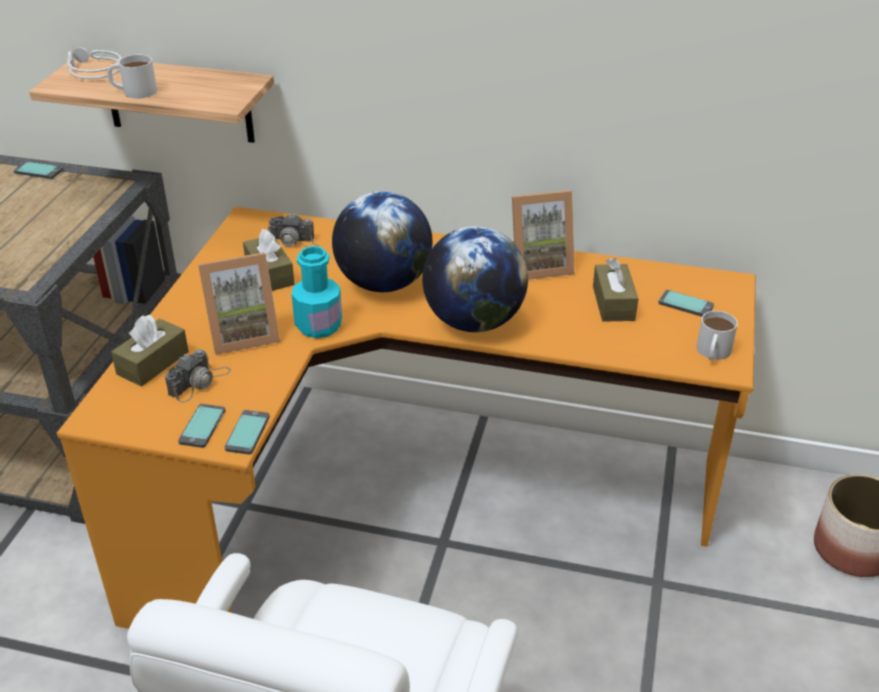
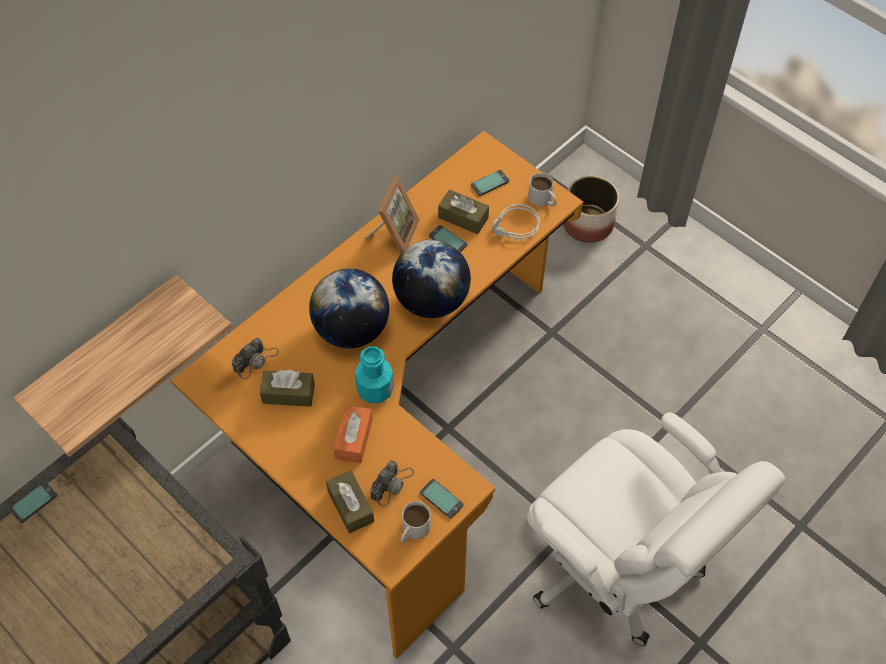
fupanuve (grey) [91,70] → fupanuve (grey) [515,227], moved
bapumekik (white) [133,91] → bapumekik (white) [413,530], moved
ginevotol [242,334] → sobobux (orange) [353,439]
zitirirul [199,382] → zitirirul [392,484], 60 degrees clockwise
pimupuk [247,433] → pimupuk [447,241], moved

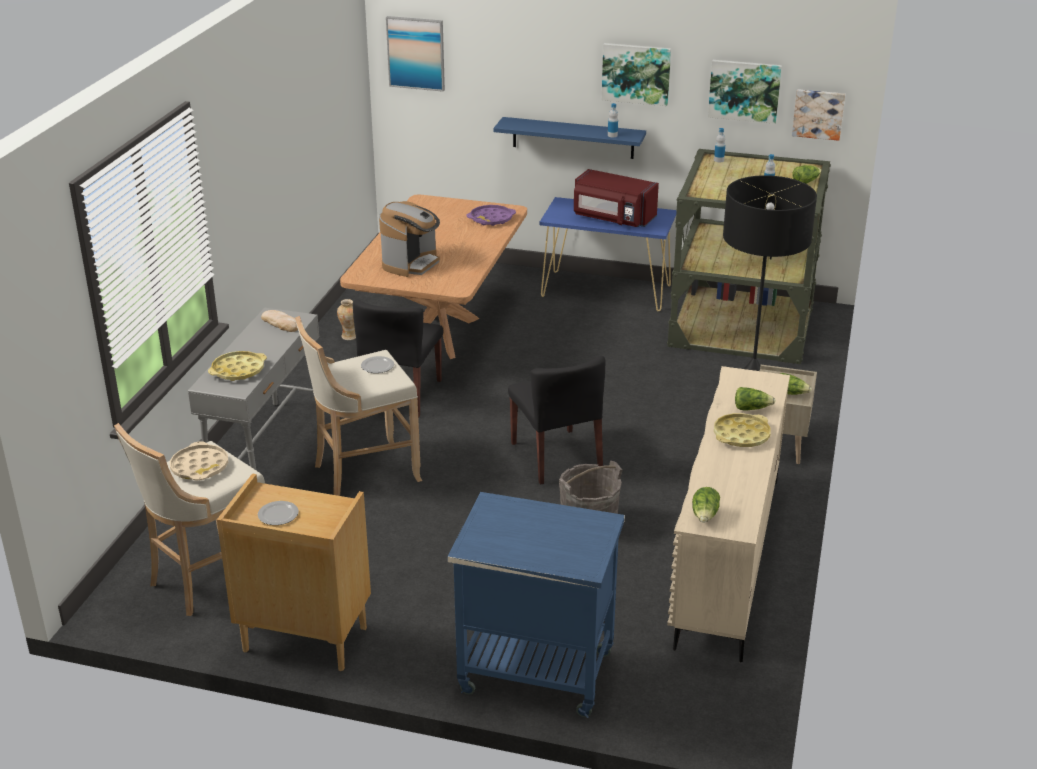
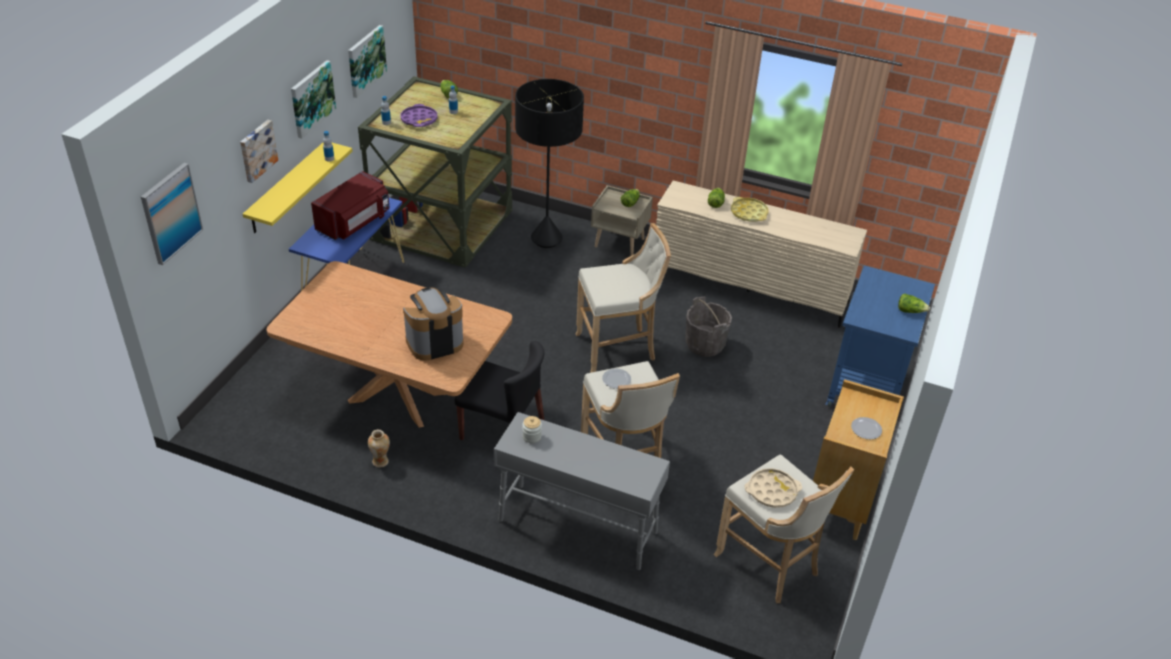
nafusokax [818,114] → nafusokax [257,150], moved
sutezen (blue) [573,138] → sutezen (yellow) [287,188]
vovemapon [411,264] → vovemapon [434,342], 60 degrees counterclockwise
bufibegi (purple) [491,219] → bufibegi (purple) [419,119], moved
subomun [281,323] → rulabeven [532,436]
bufibegi (yellow) [238,370] → -
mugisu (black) [556,457] → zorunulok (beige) [618,349]
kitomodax [705,516] → kitomodax [910,311], moved

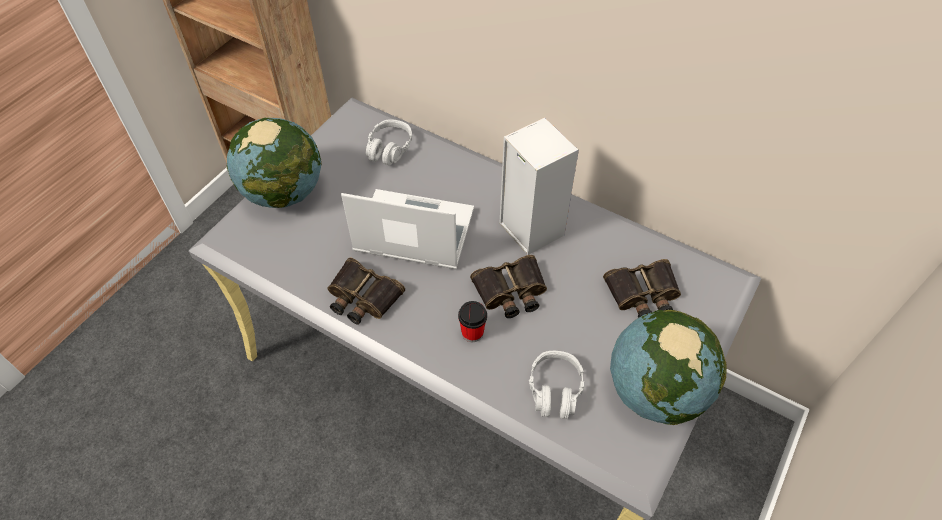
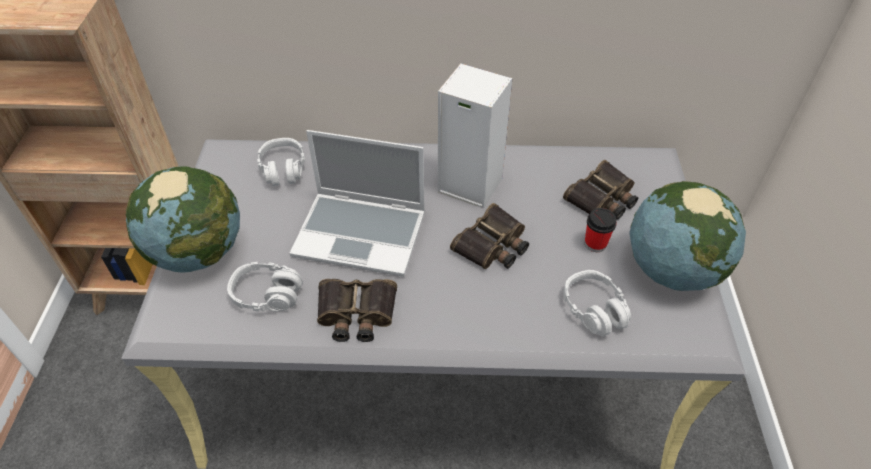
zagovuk [412,232] → zagovuk [362,234], 150 degrees counterclockwise
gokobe [472,333] → gokobe [595,244], moved
- → fupanuve (grey) [267,294]

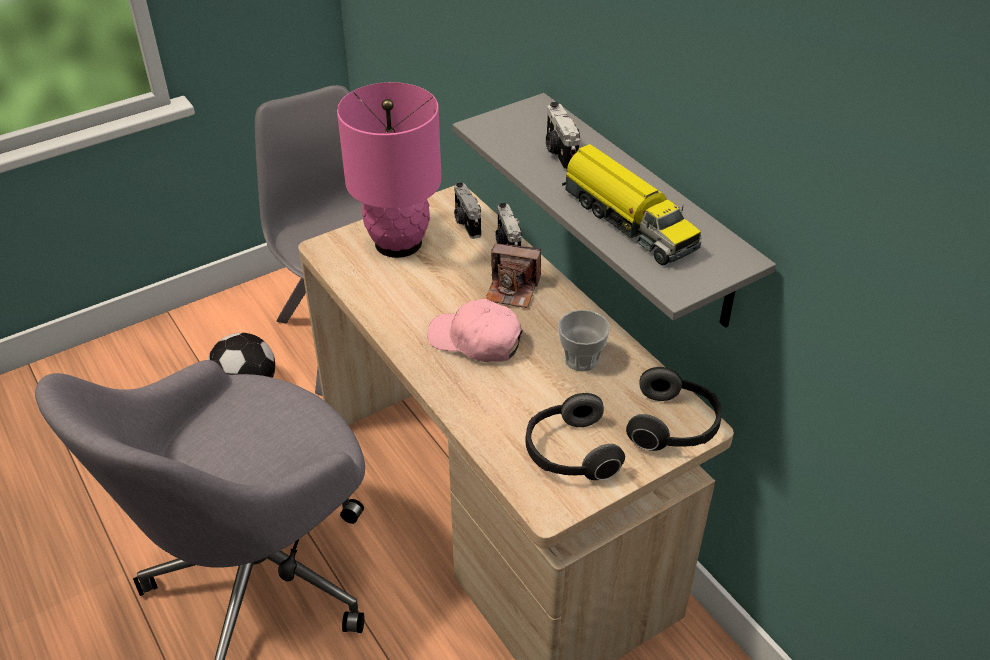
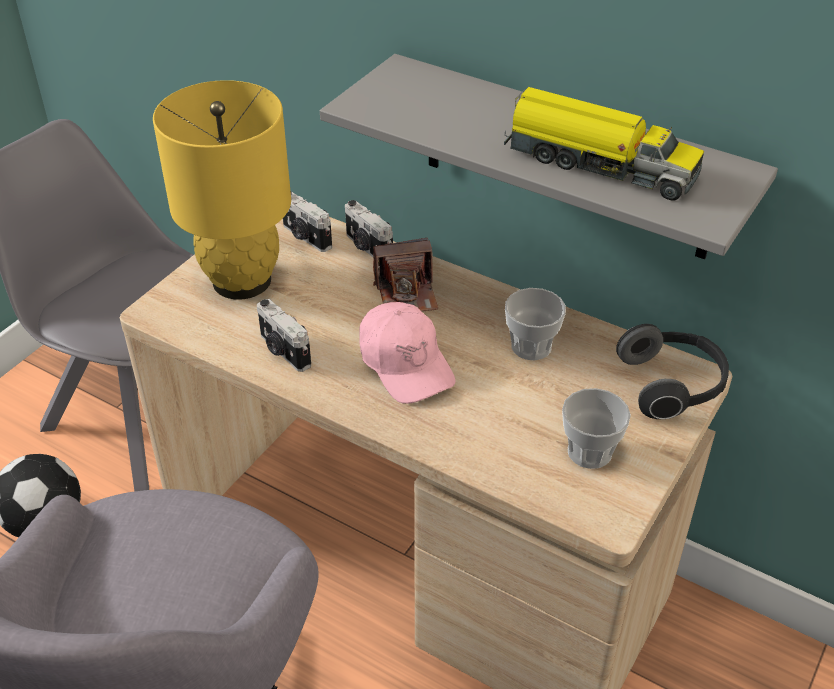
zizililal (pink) [398,242] → zizililal (yellow) [241,280]
zitirirul [559,153] → zitirirul [283,351], moved
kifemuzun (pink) [476,341] → kifemuzun (pink) [405,363], 120 degrees counterclockwise
fupanuve [569,454] → gokobe [589,452]

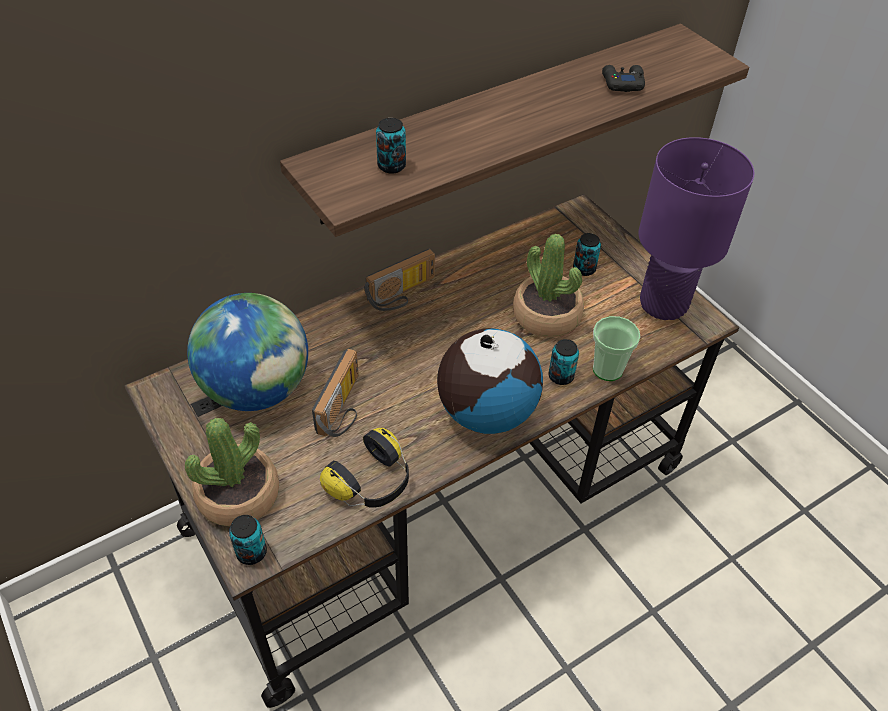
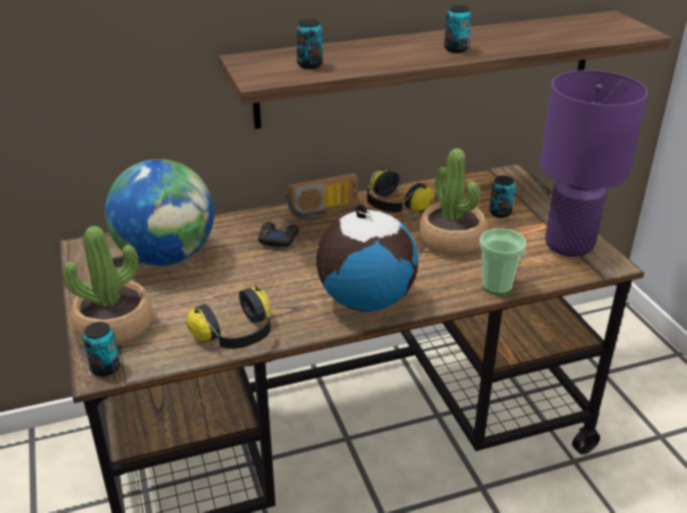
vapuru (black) [622,83] → vapuru (black) [278,239], moved
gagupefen [561,376] → gagupefen [456,49], moved
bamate [344,408] → -
- → fupanuve [394,207]

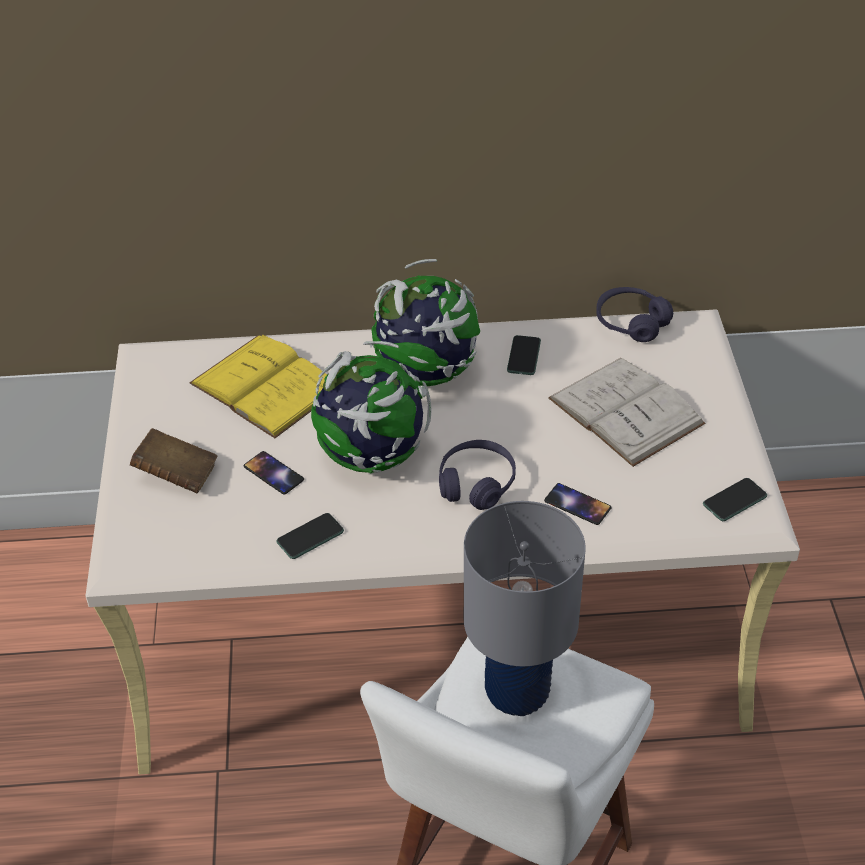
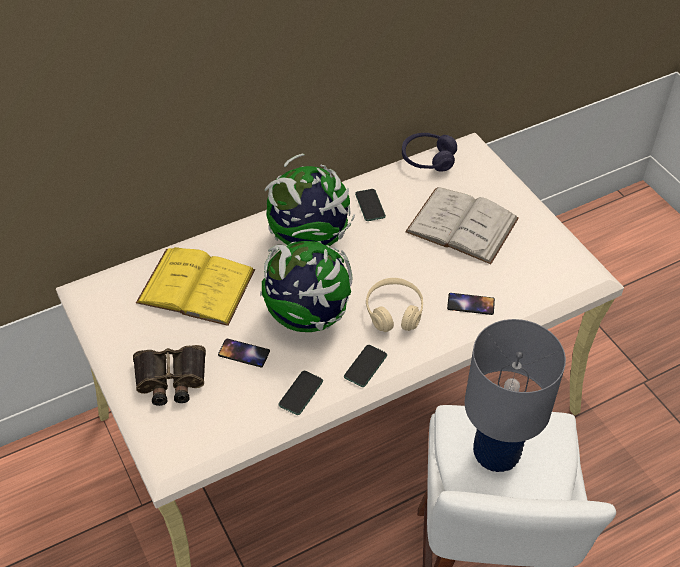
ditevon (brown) [177,475] → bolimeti [170,380]
fupanuve (purple) [476,483] → fupanuve (beige) [394,312]
pimupuk [734,500] → pimupuk [365,366], moved

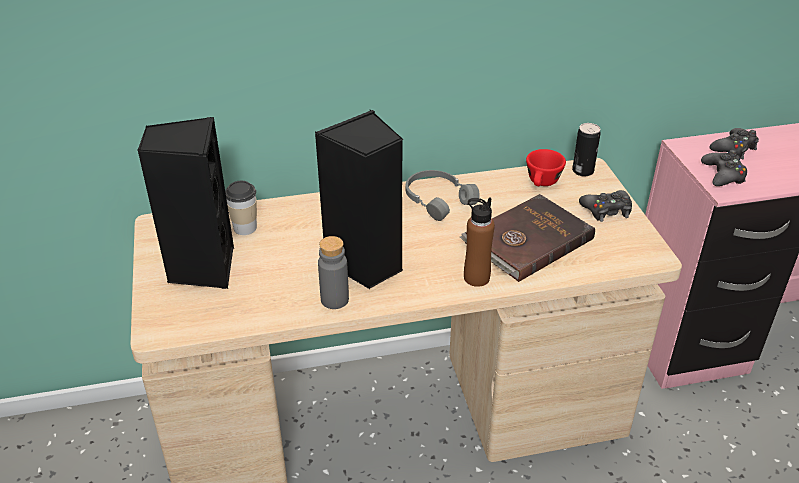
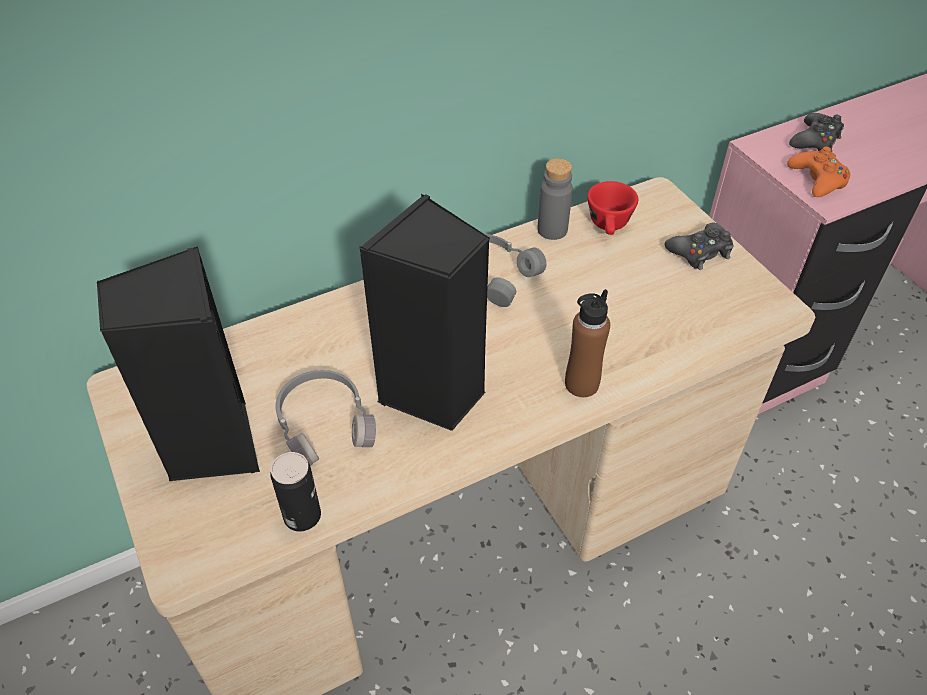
gagupefen [583,171] → gagupefen [302,516], moved
vapuru (black) [723,175] → vapuru (orange) [817,180]
gokobe [245,228] → -
ditevon (brown) [526,240] → -
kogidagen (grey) [334,300] → kogidagen (grey) [552,230], moved
- → fupanuve (grey) [325,423]

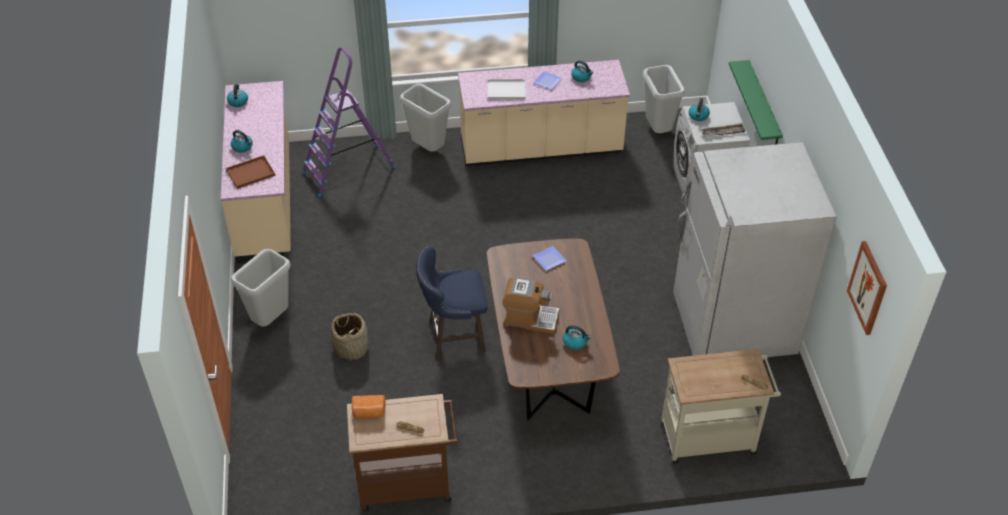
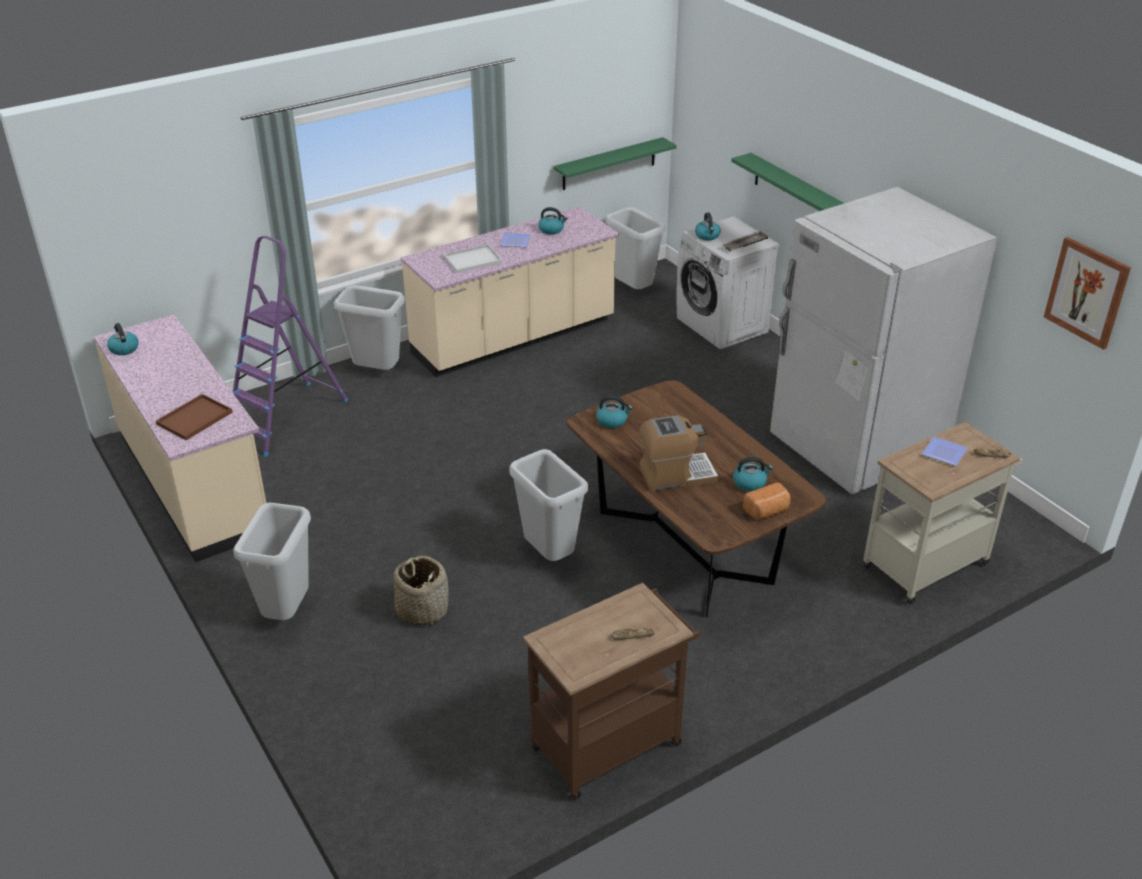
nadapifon [242,147] → nadapifon [612,421], moved
zorunulok (blue) [453,337] → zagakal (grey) [548,556]
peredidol [548,259] → peredidol [942,453], moved
subomun [369,413] → subomun [767,511], moved
- → sutezen (green) [609,164]

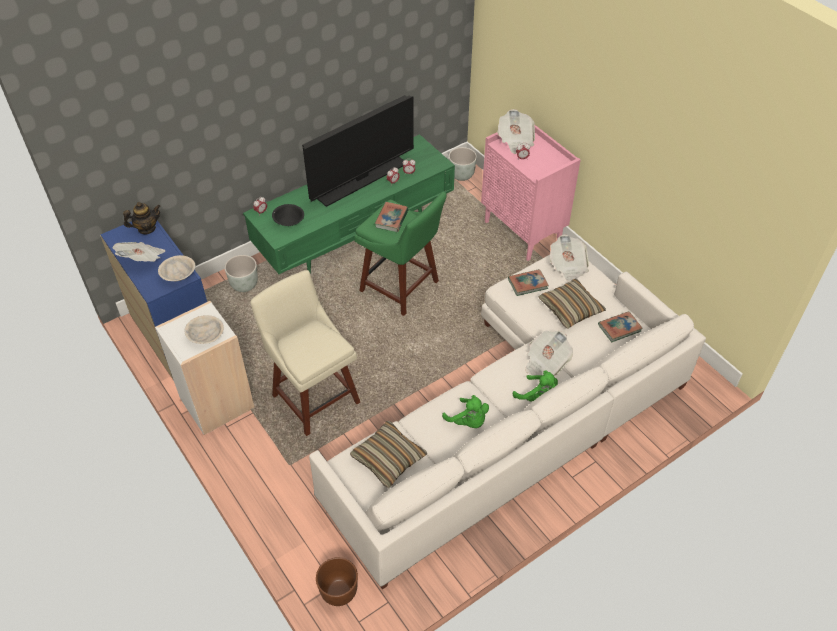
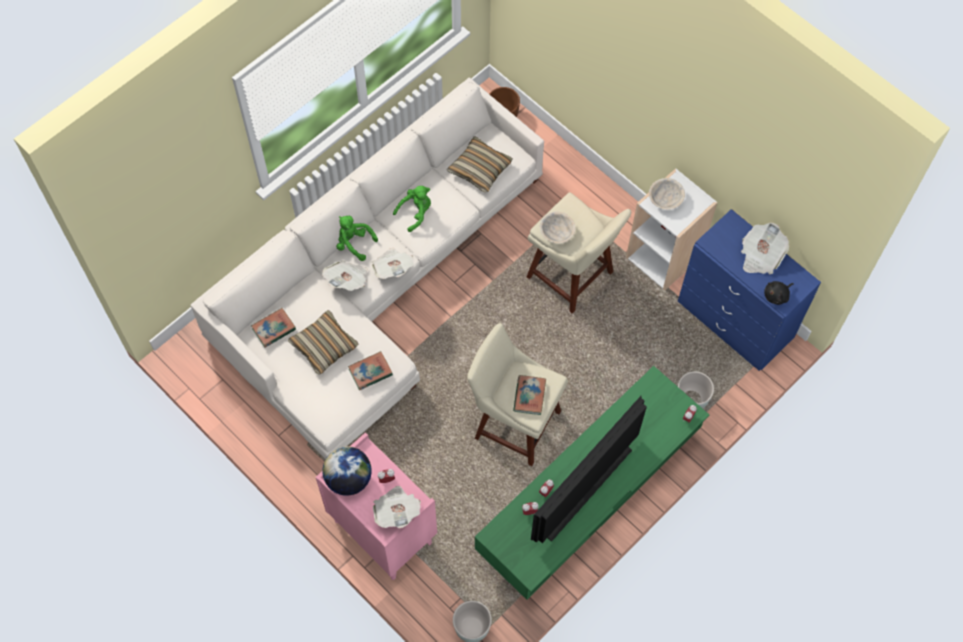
zorunulok (green) [402,288] → zorunulok (beige) [514,422]
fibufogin [146,228] → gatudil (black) [777,295]
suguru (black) [288,221] → -
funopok [568,266] → funopok [393,268], moved
suguru (beige) [178,275] → suguru (beige) [557,232], moved
gatudil (green) [468,421] → gatudil (green) [416,212], 105 degrees clockwise
- → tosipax [348,479]

